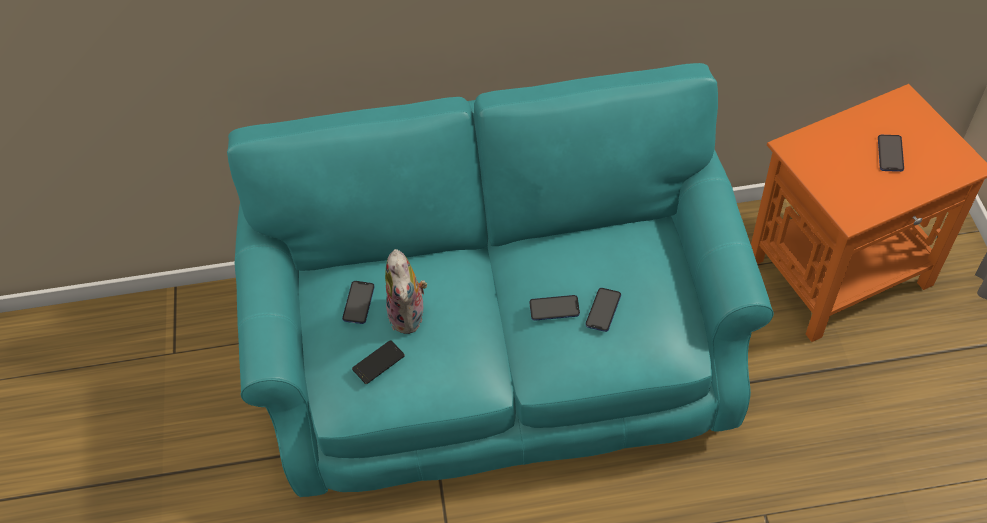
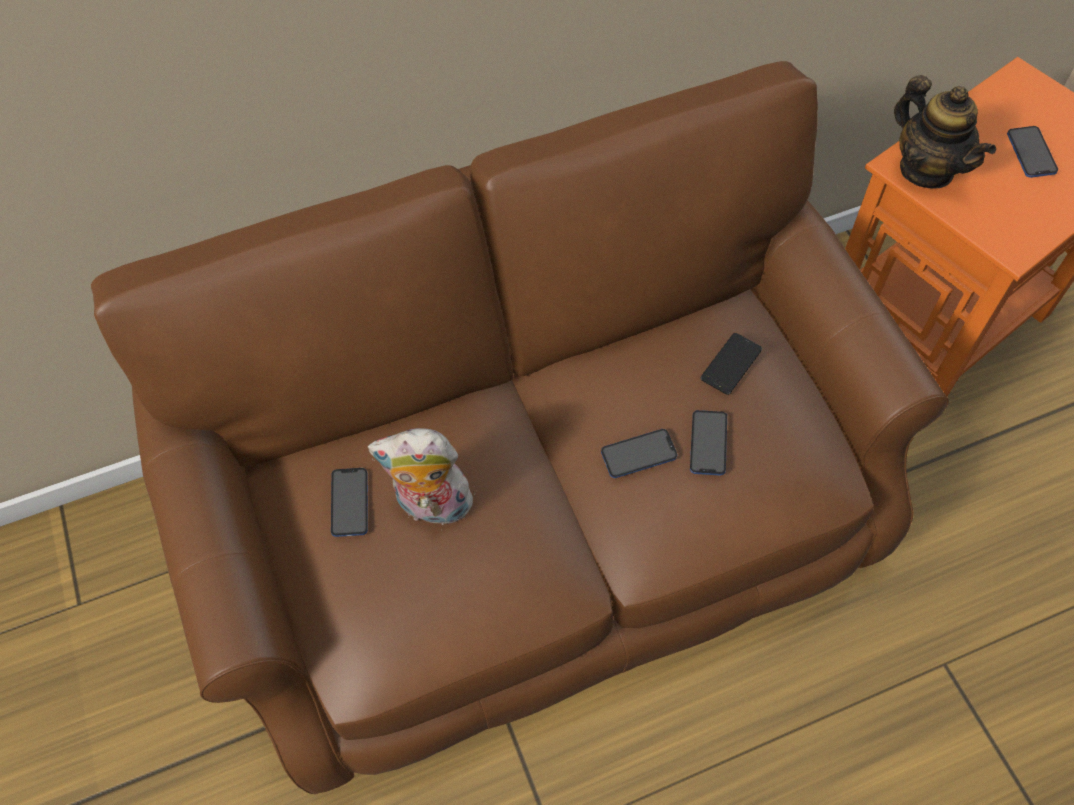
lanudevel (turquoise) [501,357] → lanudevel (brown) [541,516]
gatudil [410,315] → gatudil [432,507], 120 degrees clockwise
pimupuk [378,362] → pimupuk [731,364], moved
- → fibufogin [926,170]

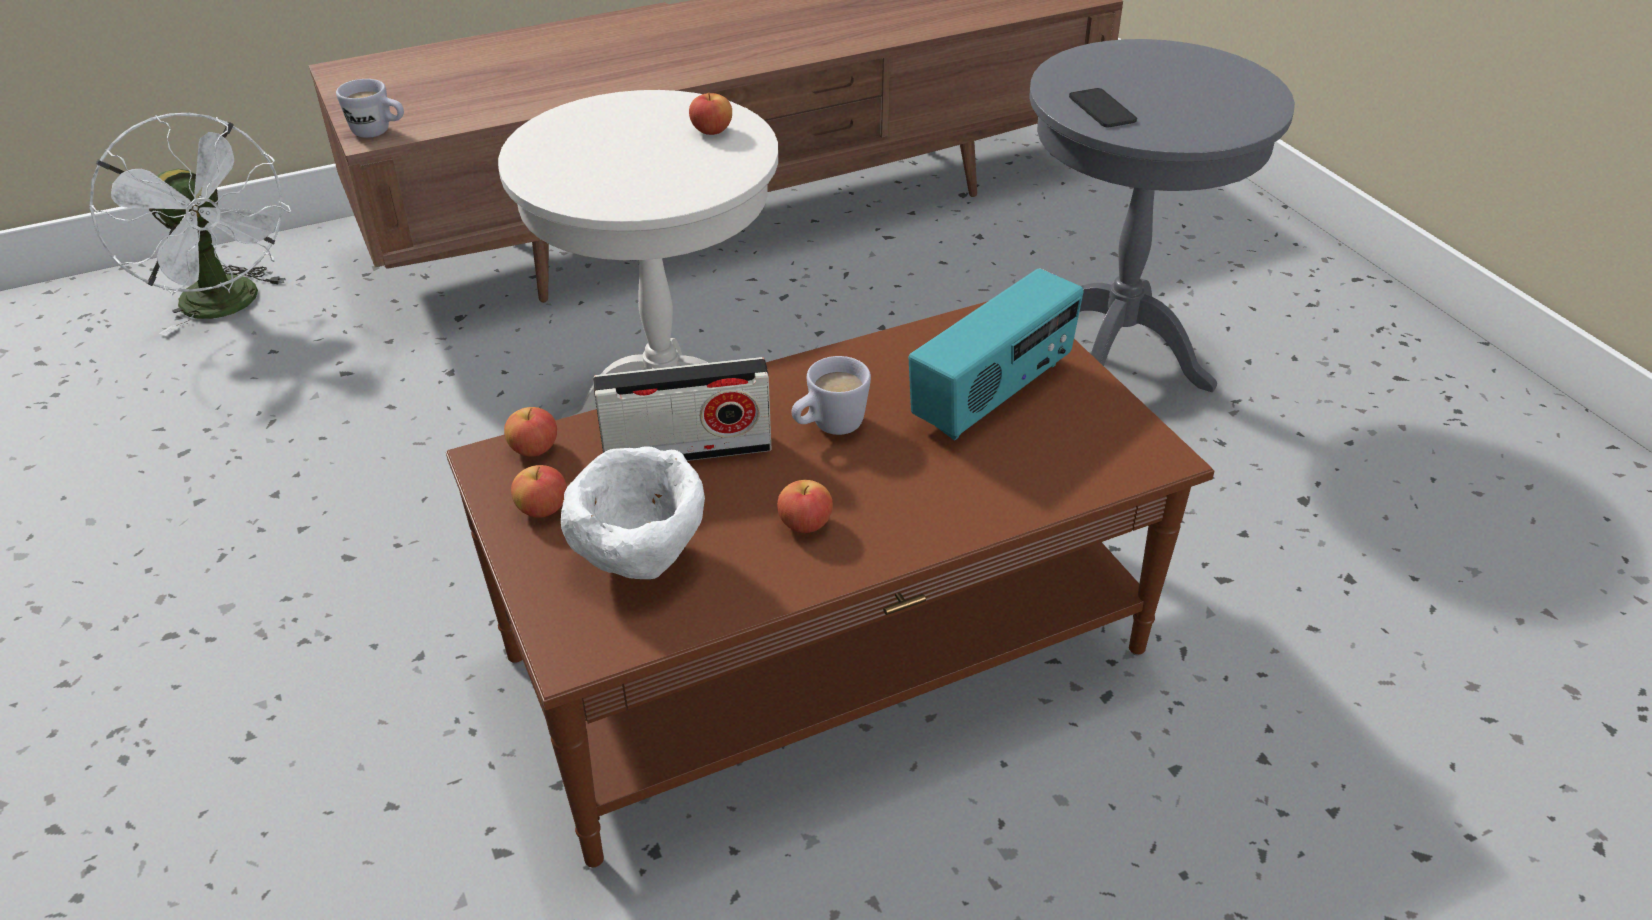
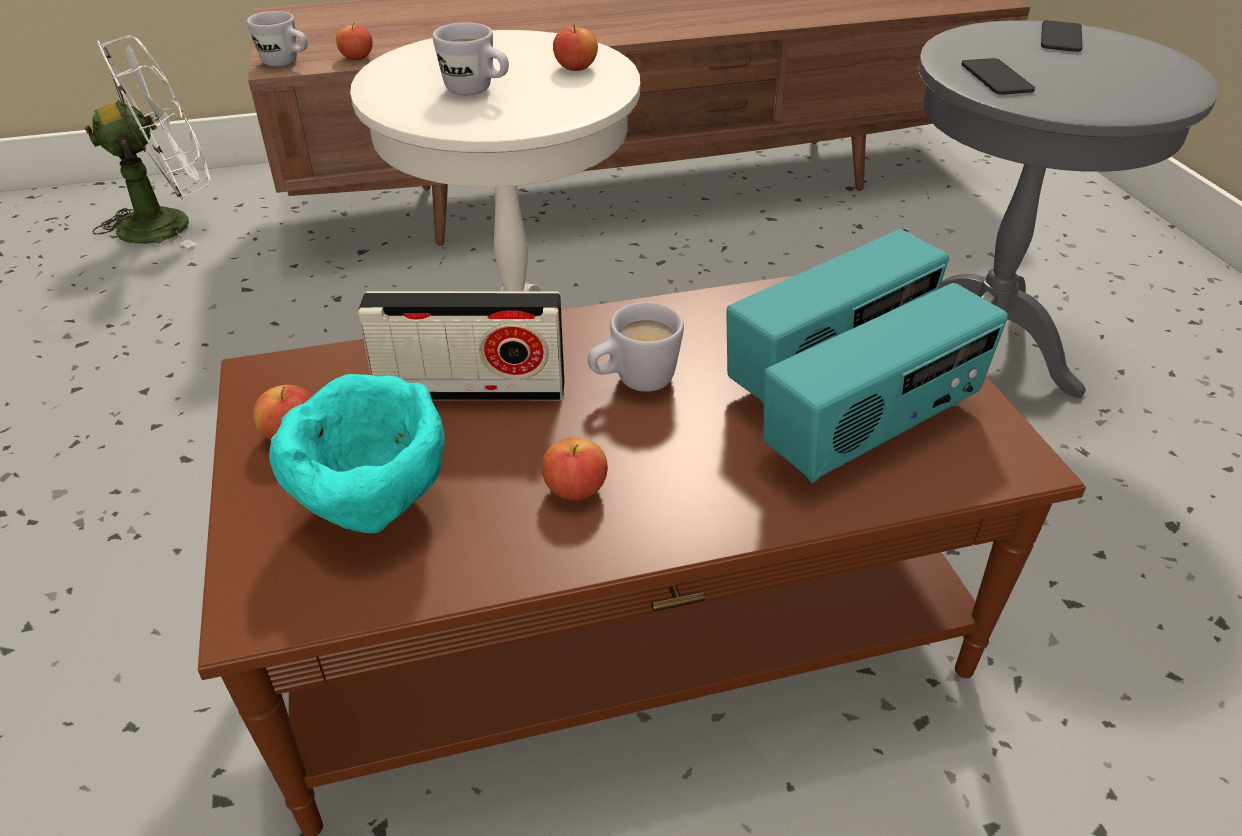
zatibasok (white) [229,306] → zatibasok (white) [171,222], 90 degrees counterclockwise
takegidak [534,449] → takegidak [357,57], moved
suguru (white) [642,560] → suguru (turquoise) [376,508]
- → pimupuk [1061,37]
- → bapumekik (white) [477,91]
- → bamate [873,431]

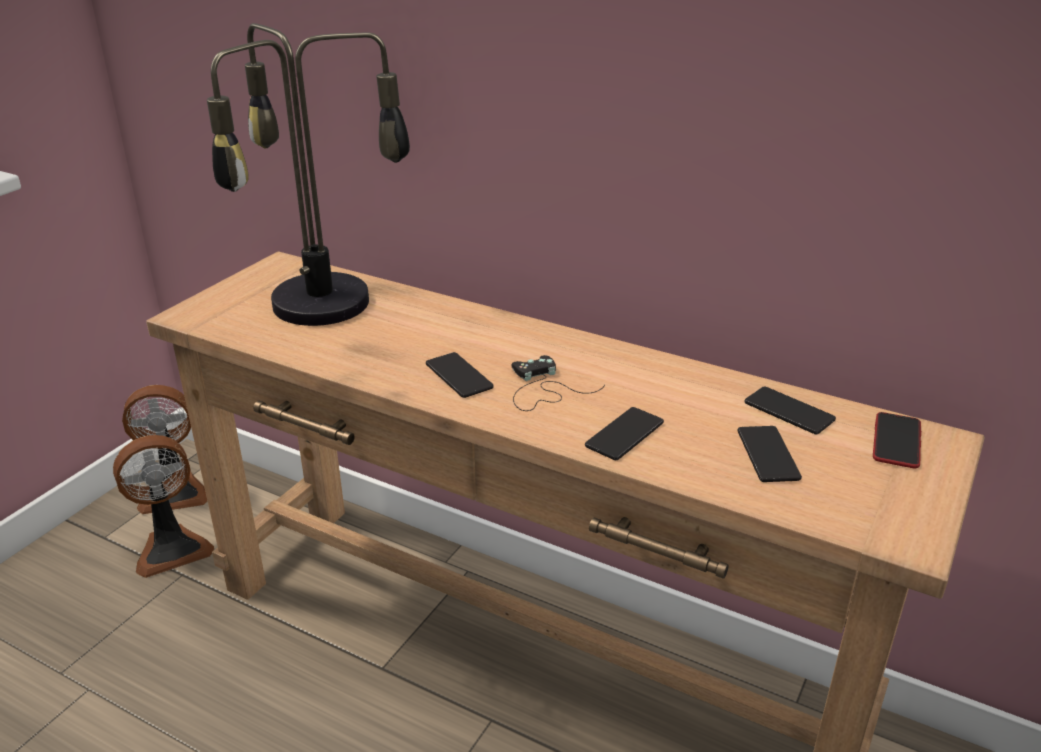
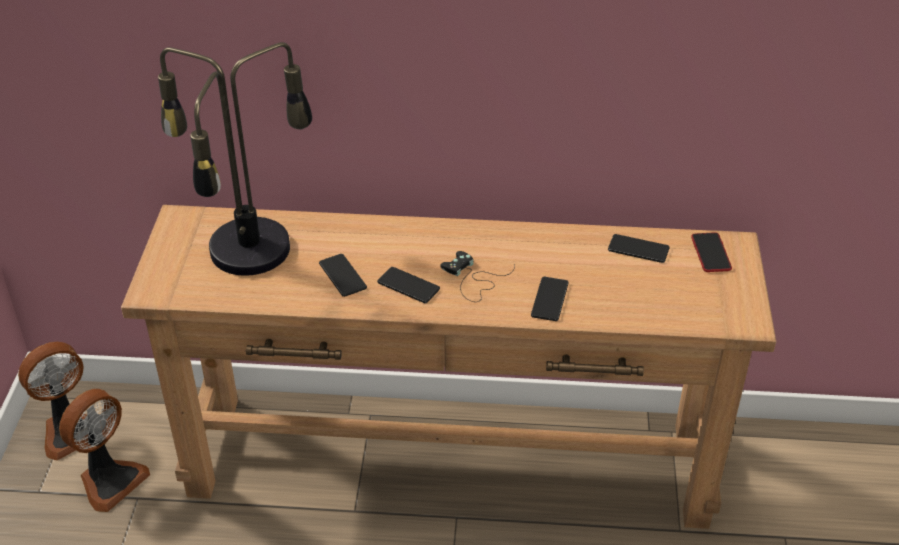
pimupuk [768,455] → pimupuk [342,276], moved

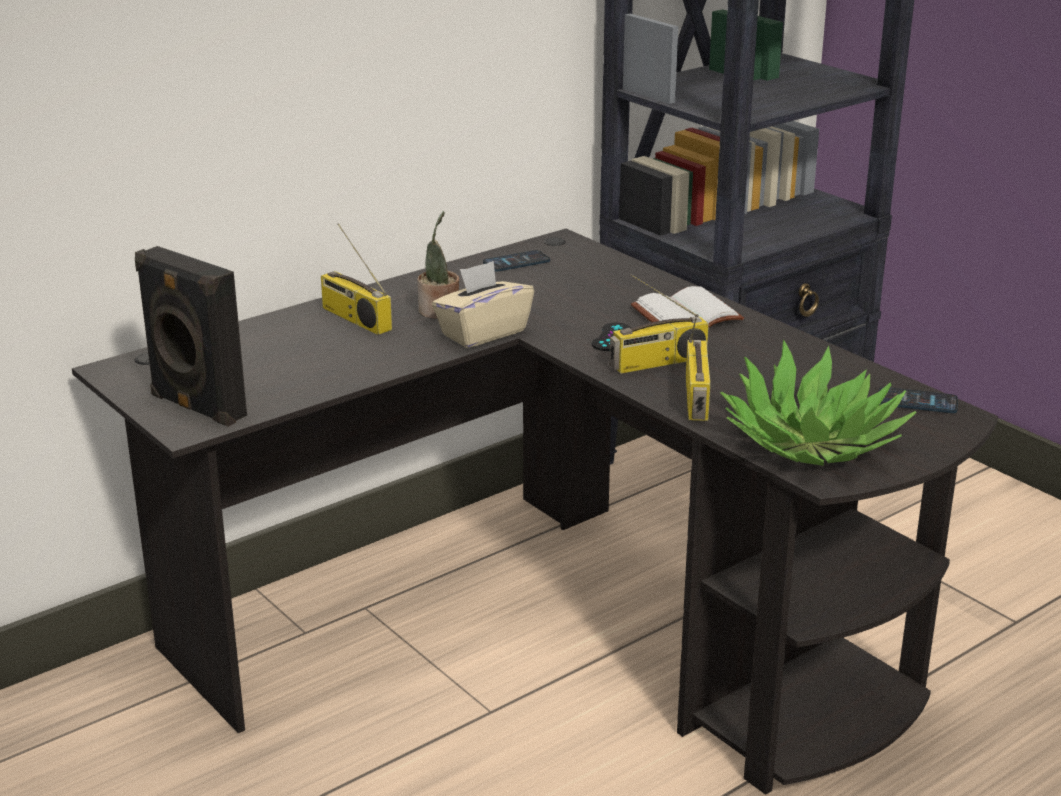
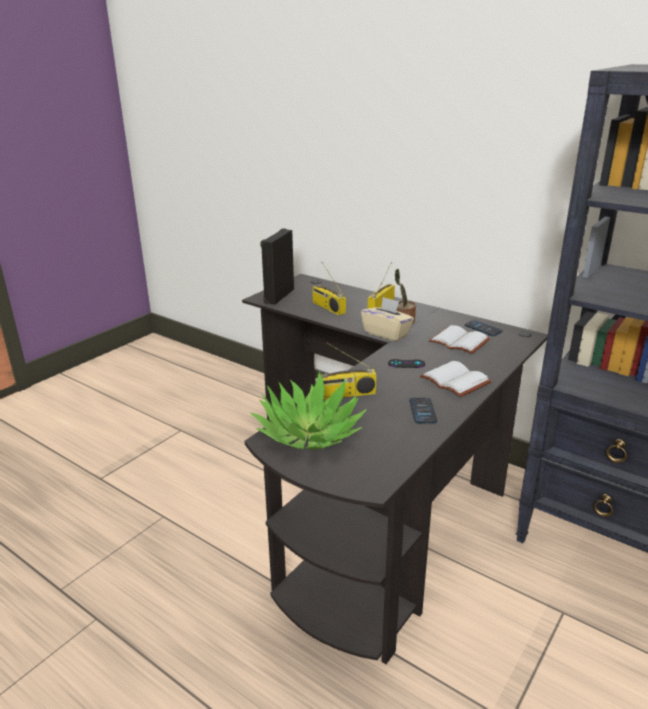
bamate [658,363] → bamate [327,307], moved
pimupuk [917,402] → pimupuk [422,411], moved
- → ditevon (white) [460,341]

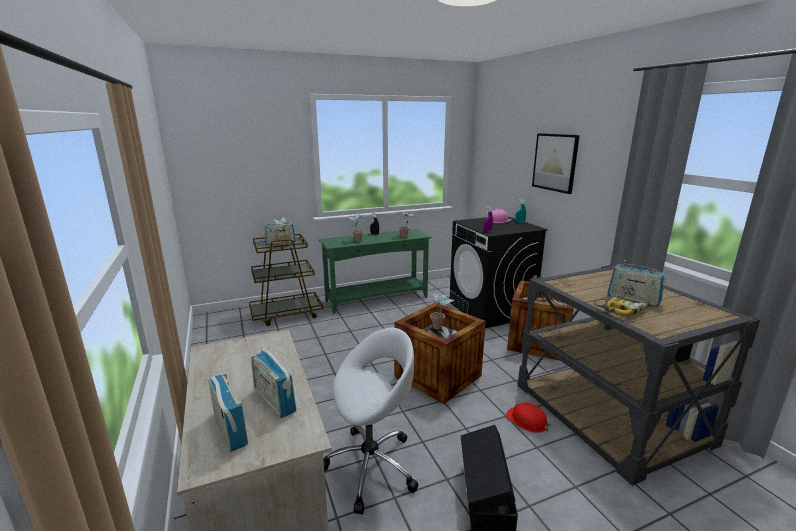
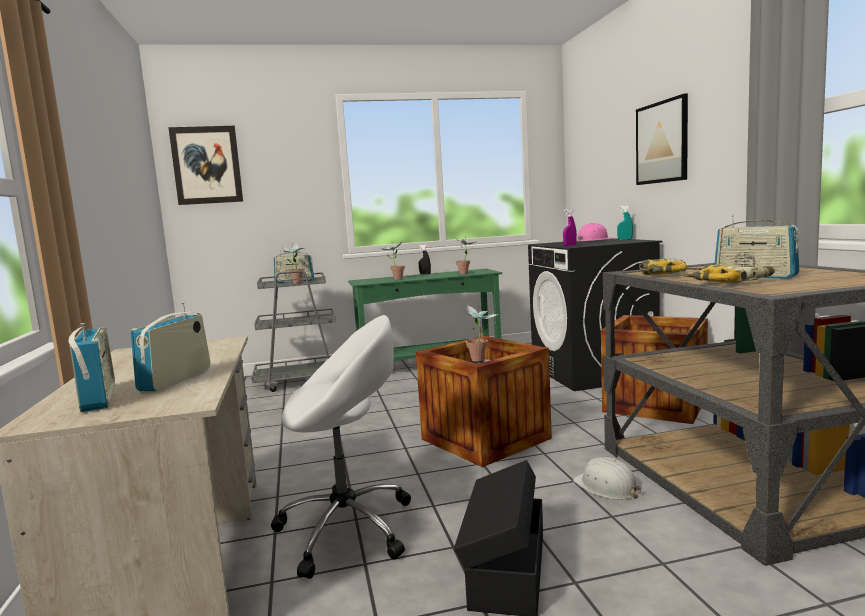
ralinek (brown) [287,314] → ralinek (grey) [302,381]
bamate [274,401] → bamate [176,380], 45 degrees clockwise
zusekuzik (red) [527,421] → zusekuzik (white) [606,487]
- → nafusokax [207,165]
- → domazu [660,273]

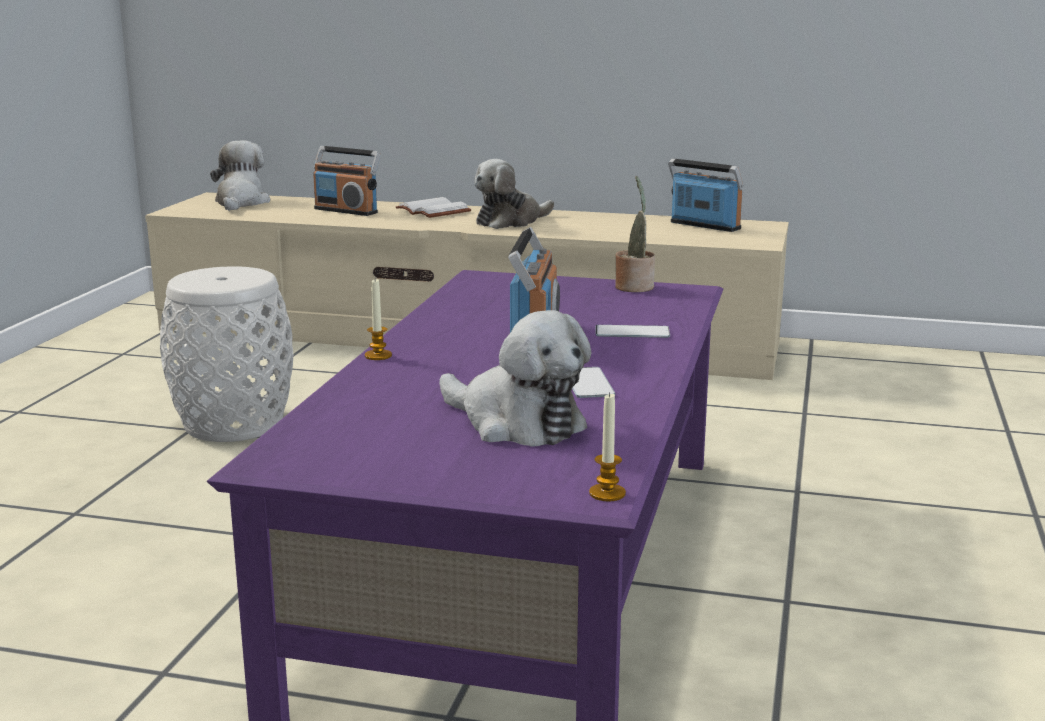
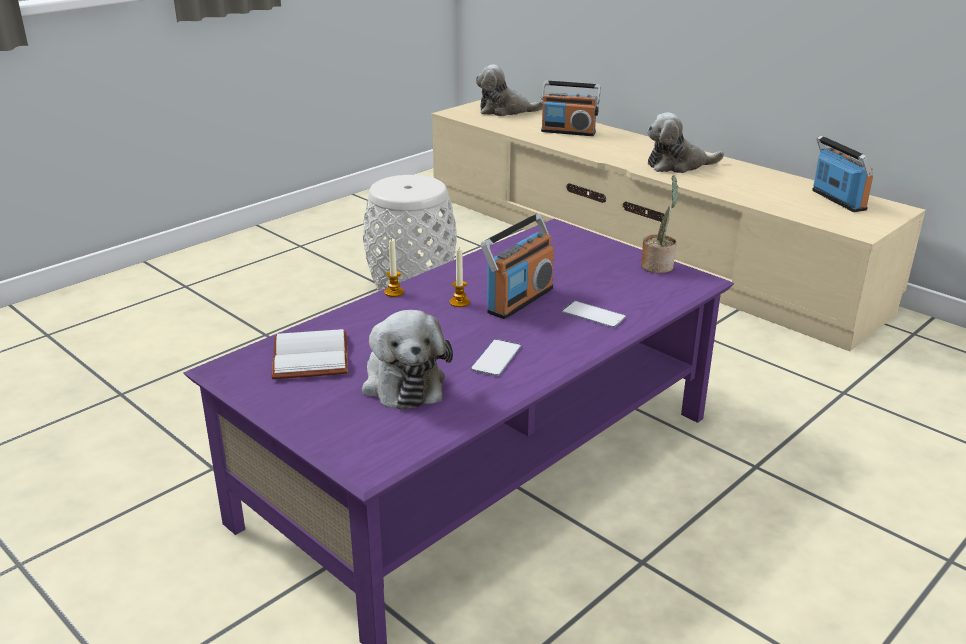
gatudil [240,203] → gatudil [505,111], 120 degrees counterclockwise
bamate [346,211] → bamate [568,132], 45 degrees counterclockwise
ditevon (white) [431,211] → ditevon (white) [308,356], moved
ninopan [607,493] → ninopan [459,302], moved

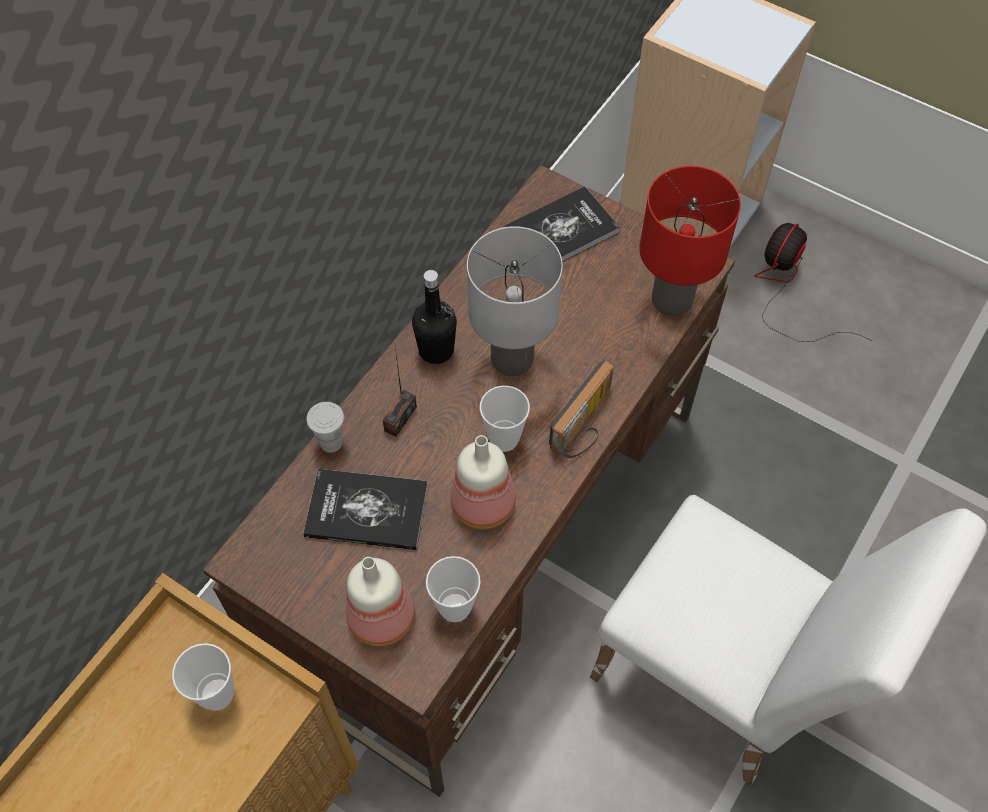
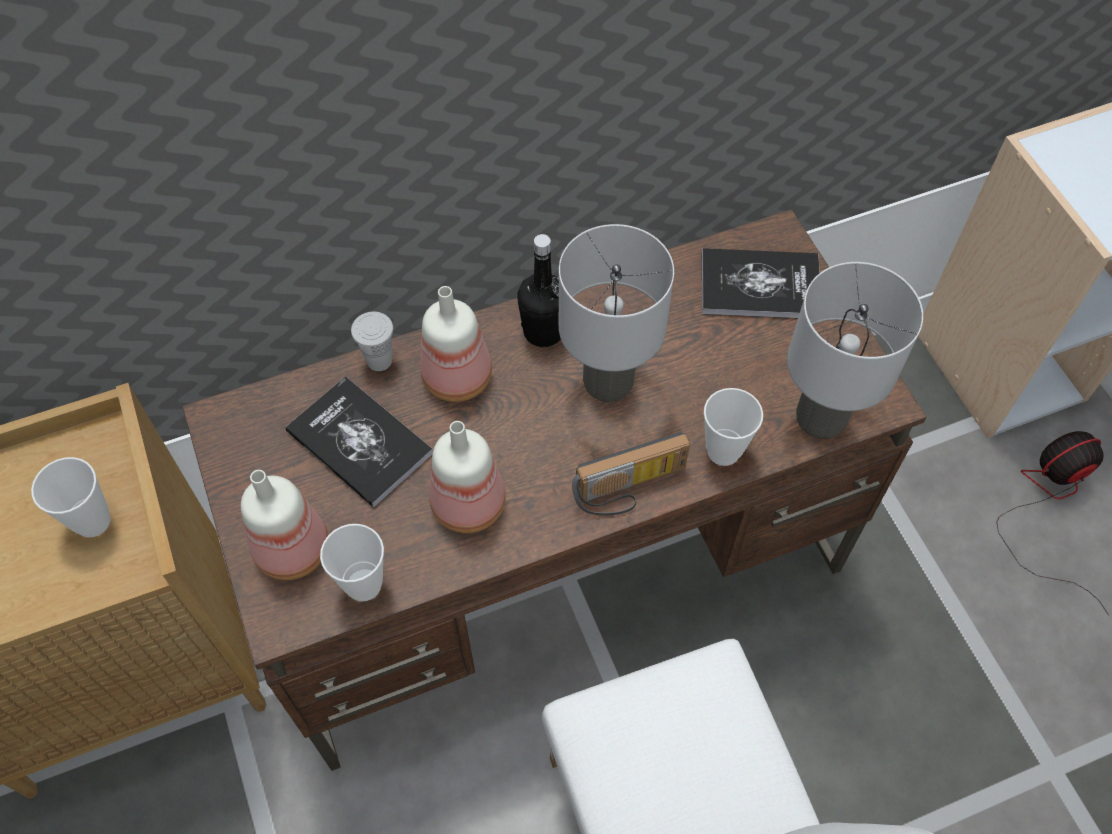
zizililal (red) [669,302] → zizililal (white) [817,419]
bamate [400,418] → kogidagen [458,375]
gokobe [504,439] → gokobe [723,451], moved

